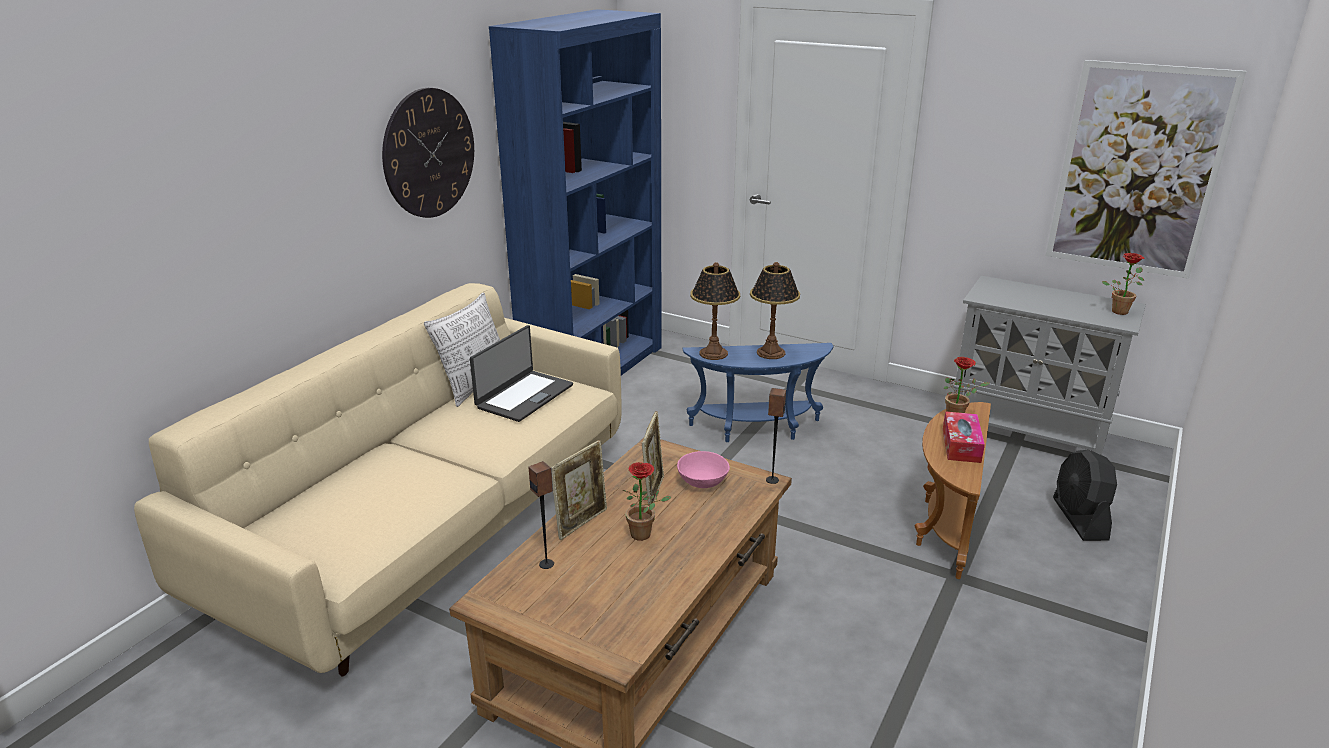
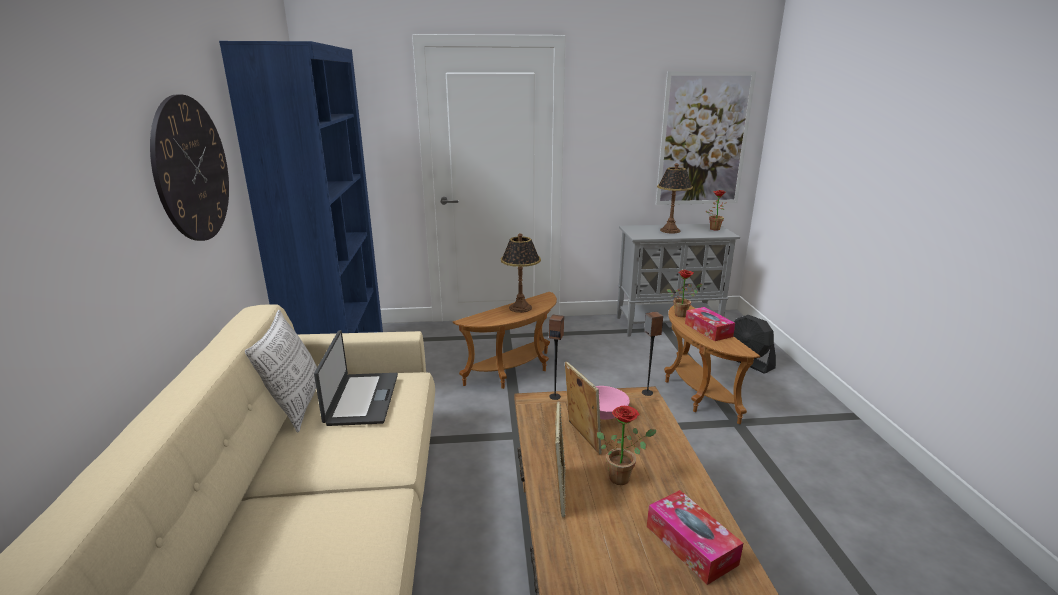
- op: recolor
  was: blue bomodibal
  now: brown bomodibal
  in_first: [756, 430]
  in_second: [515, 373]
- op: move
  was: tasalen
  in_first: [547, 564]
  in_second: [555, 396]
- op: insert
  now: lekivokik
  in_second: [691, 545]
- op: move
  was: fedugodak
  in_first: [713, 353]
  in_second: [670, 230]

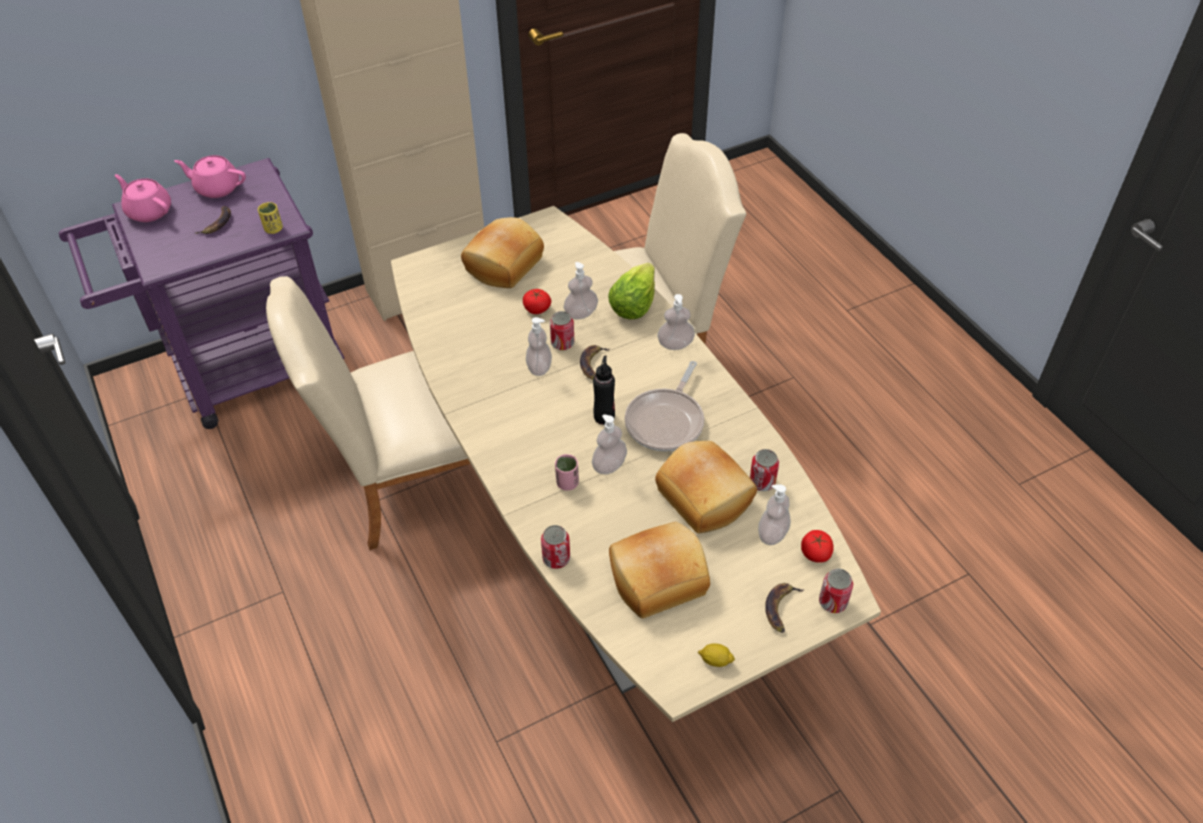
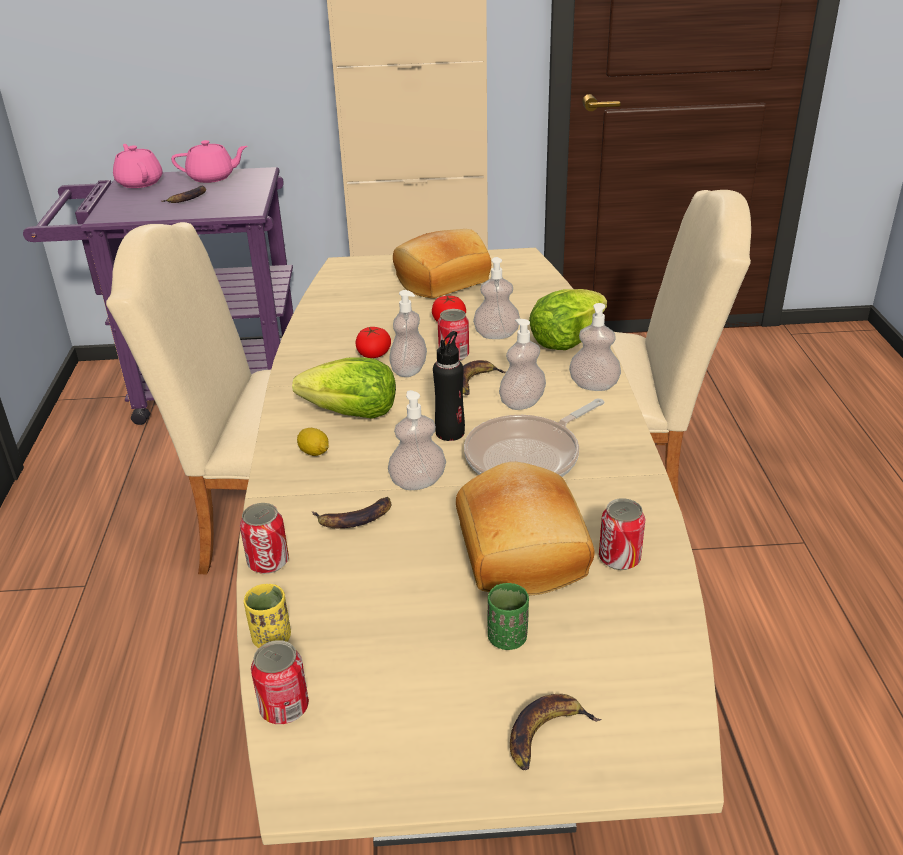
- op: rotate
  was: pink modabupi
  in_first: [217, 188]
  in_second: [212, 177]
  clockwise: 135
- op: move
  was: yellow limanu
  in_first: [273, 229]
  in_second: [271, 638]
- op: move
  was: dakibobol
  in_first: [832, 602]
  in_second: [284, 707]
- op: insert
  now: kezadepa
  in_second: [352, 414]
- op: move
  was: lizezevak
  in_first: [715, 660]
  in_second: [314, 452]
- op: insert
  now: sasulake
  in_second: [354, 518]
- op: move
  was: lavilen
  in_first: [815, 553]
  in_second: [373, 354]
- op: insert
  now: green limanu
  in_second: [507, 638]
- op: move
  was: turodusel
  in_first: [772, 534]
  in_second: [522, 403]
- op: delete
  was: pink limanu
  in_first: [567, 483]
- op: delete
  was: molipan
  in_first: [657, 577]

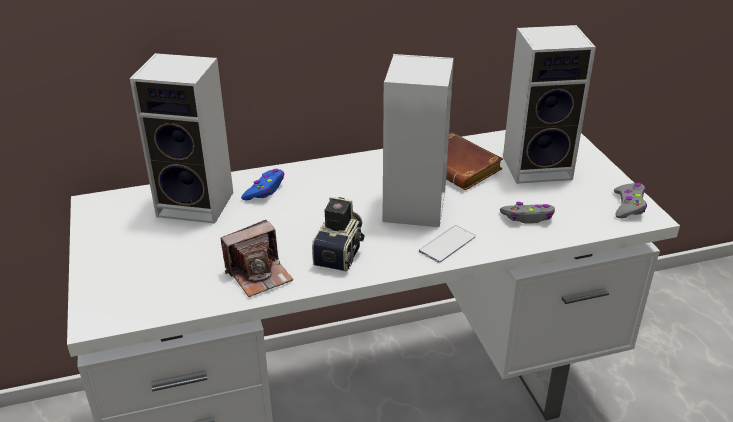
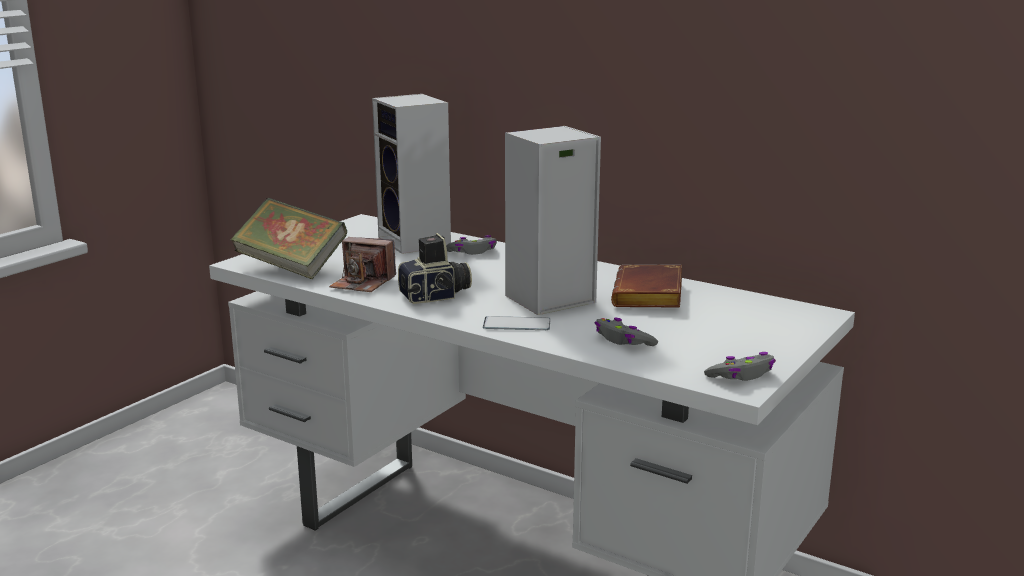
- op: insert
  now: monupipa
  in_second: [291, 267]
- op: recolor
  was: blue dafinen
  now: grey dafinen
  in_first: [265, 190]
  in_second: [473, 252]
- op: delete
  was: tasalen
  in_first: [539, 167]

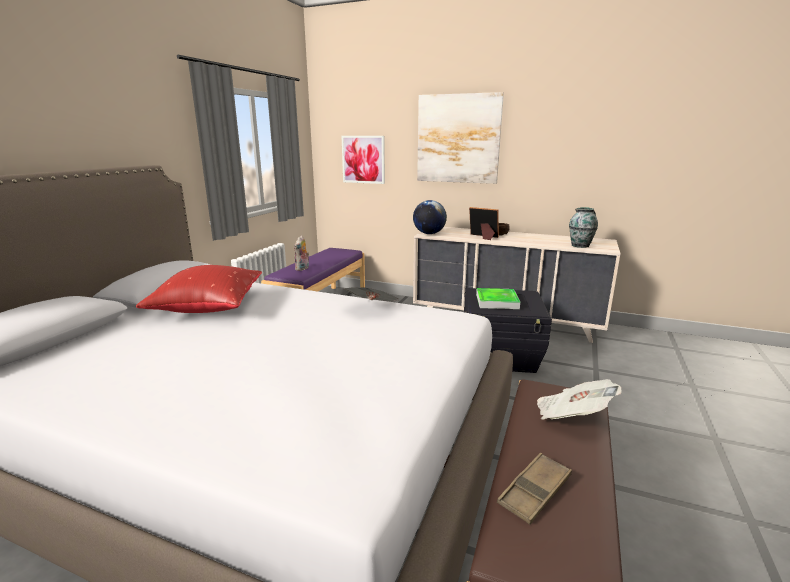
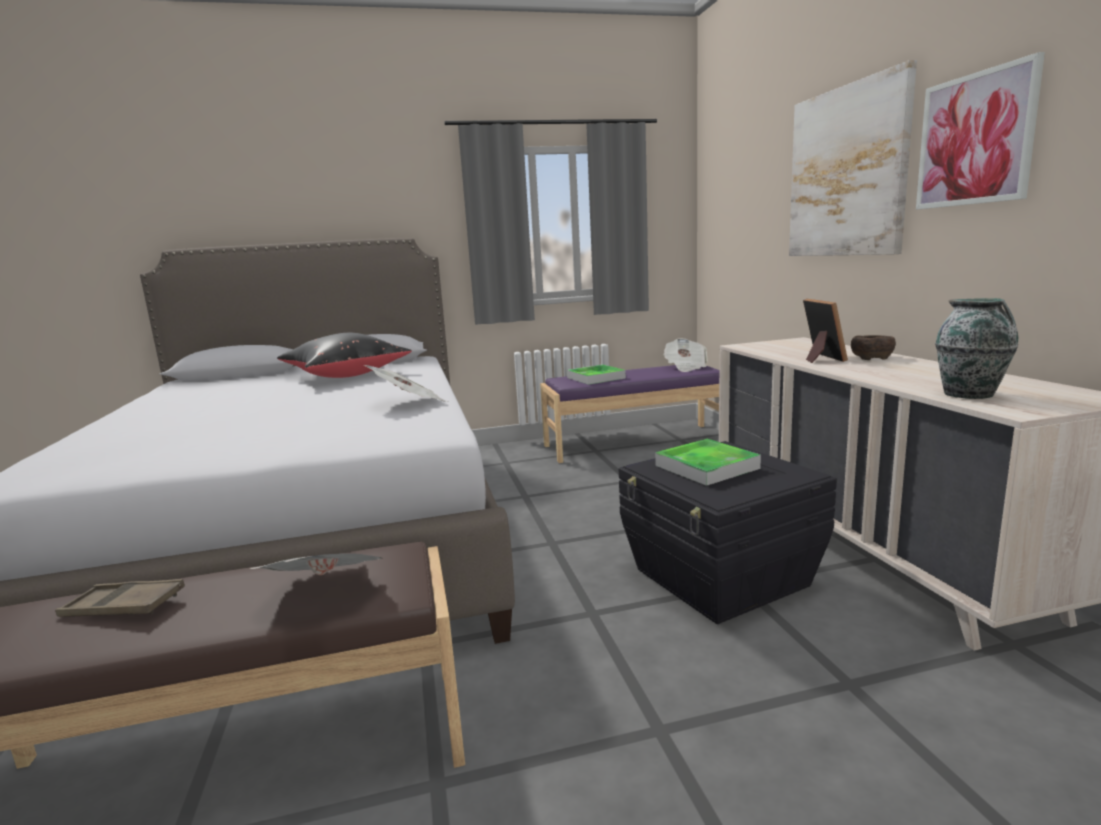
- op: recolor
  was: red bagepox
  now: black bagepox
  in_first: [207, 307]
  in_second: [345, 376]
- op: replace
  was: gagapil
  now: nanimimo
  in_first: [302, 268]
  in_second: [596, 378]
- op: insert
  now: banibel
  in_second: [685, 367]
- op: move
  was: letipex
  in_first: [363, 159]
  in_second: [975, 139]
- op: delete
  was: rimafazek
  in_first: [429, 234]

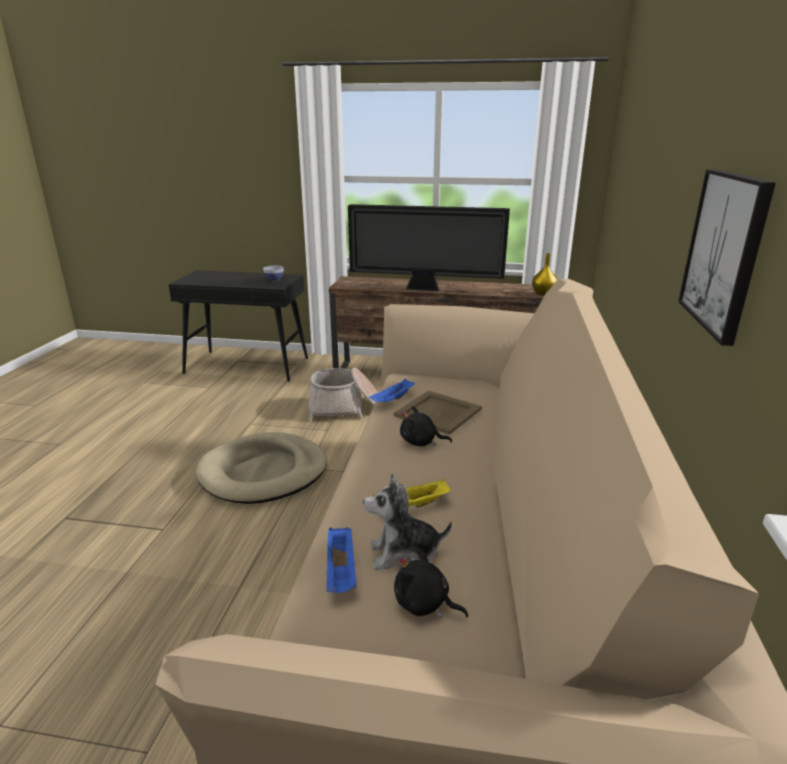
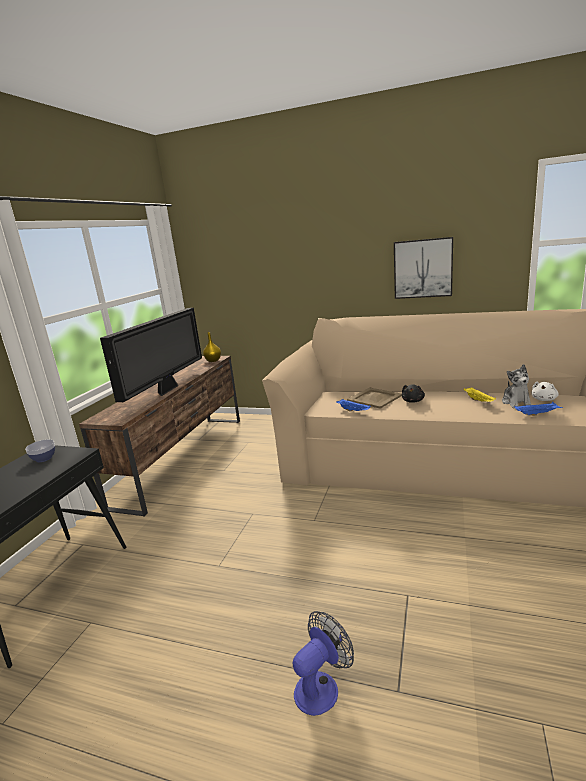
- op: insert
  now: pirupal
  in_second: [322, 686]
- op: recolor
  was: black gagapil
  now: white gagapil
  in_first: [424, 604]
  in_second: [544, 399]
- op: delete
  was: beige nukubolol
  in_first: [263, 472]
- op: delete
  was: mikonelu
  in_first: [345, 408]

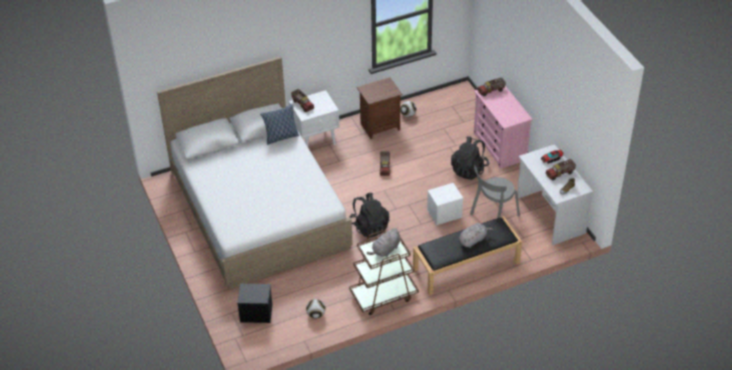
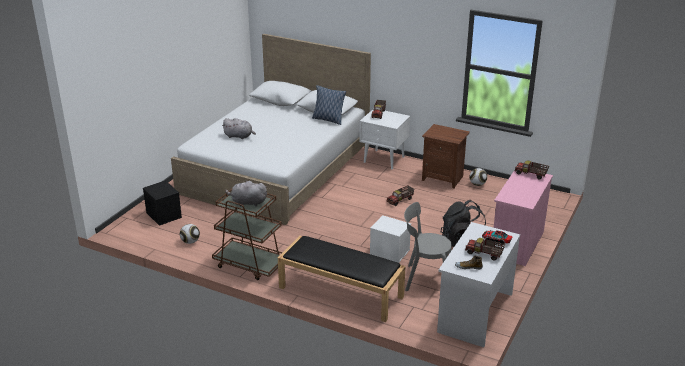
- op: move
  was: grey gagapil
  in_first: [473, 240]
  in_second: [239, 136]
- op: delete
  was: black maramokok
  in_first: [369, 227]

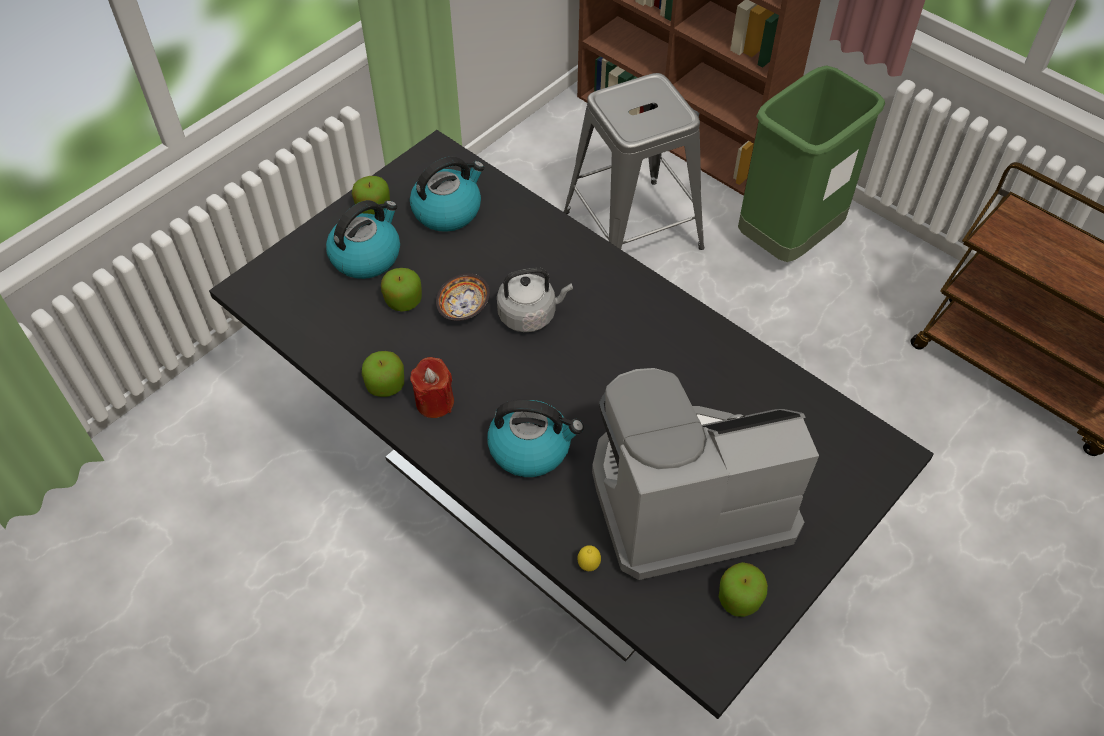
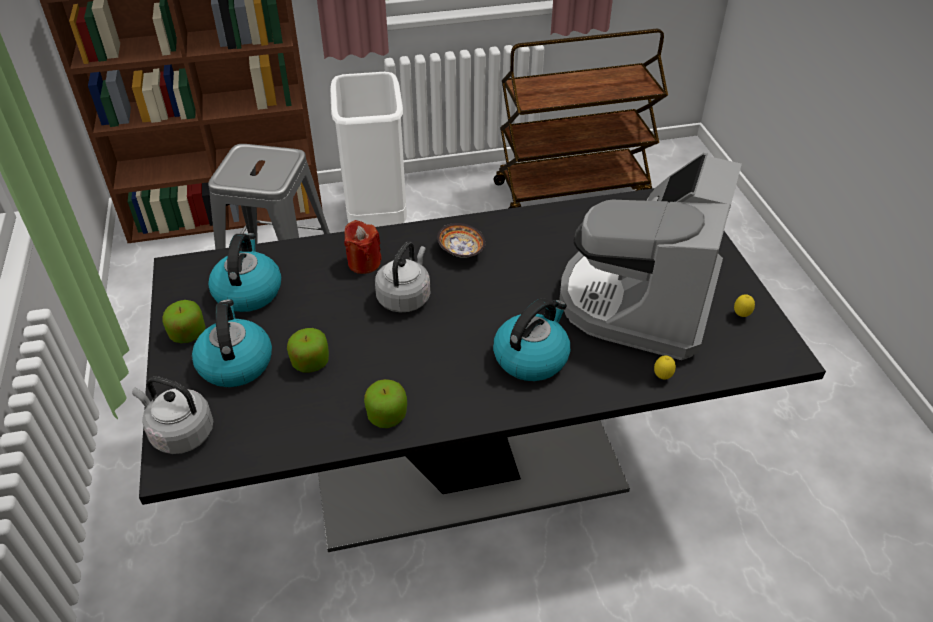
- op: insert
  now: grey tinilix
  in_second: [180, 433]
- op: recolor
  was: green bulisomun
  now: white bulisomun
  in_first: [787, 239]
  in_second: [377, 219]
- op: move
  was: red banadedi
  in_first: [434, 402]
  in_second: [364, 263]
- op: move
  was: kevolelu
  in_first: [465, 307]
  in_second: [461, 250]
- op: replace
  was: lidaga
  now: lizezevak
  in_first: [739, 598]
  in_second: [741, 315]

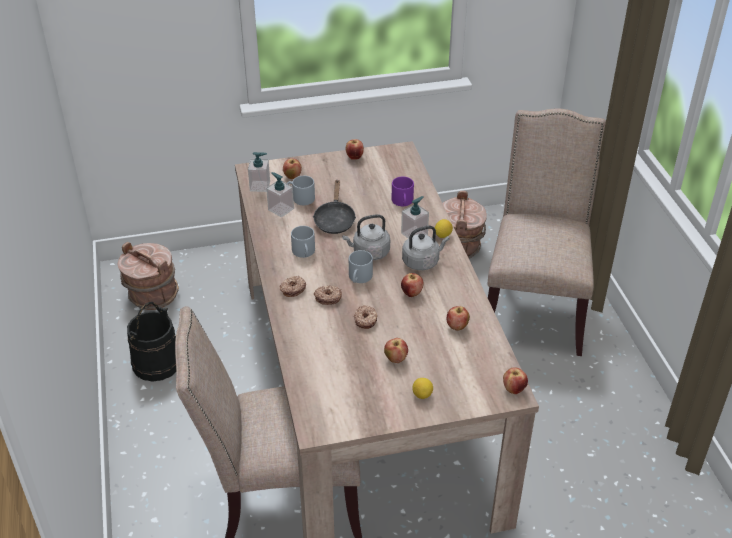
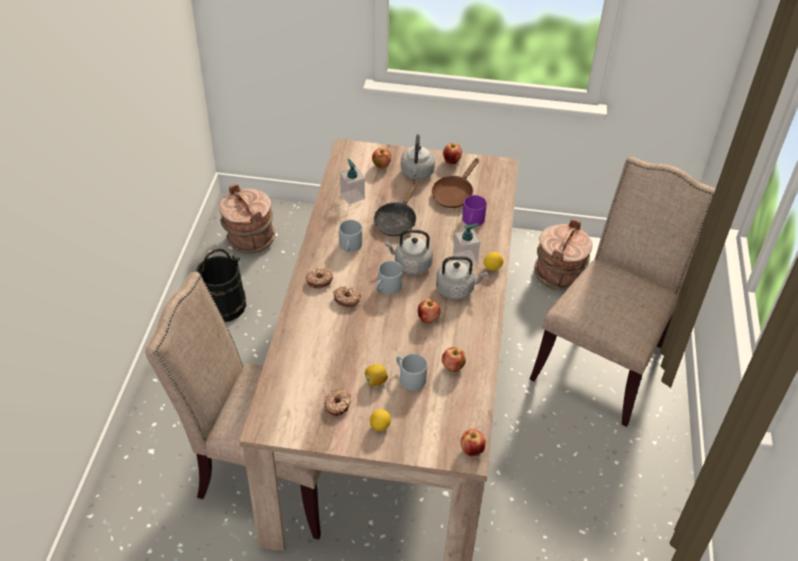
- op: move
  was: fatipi
  in_first: [366, 320]
  in_second: [338, 405]
- op: replace
  was: lidaga
  now: lizezevak
  in_first: [395, 359]
  in_second: [375, 381]
- op: move
  was: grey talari
  in_first: [300, 198]
  in_second: [409, 377]
- op: insert
  now: grey tinilix
  in_second: [417, 173]
- op: insert
  now: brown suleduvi
  in_second: [454, 194]
- op: delete
  was: turodusel
  in_first: [260, 186]

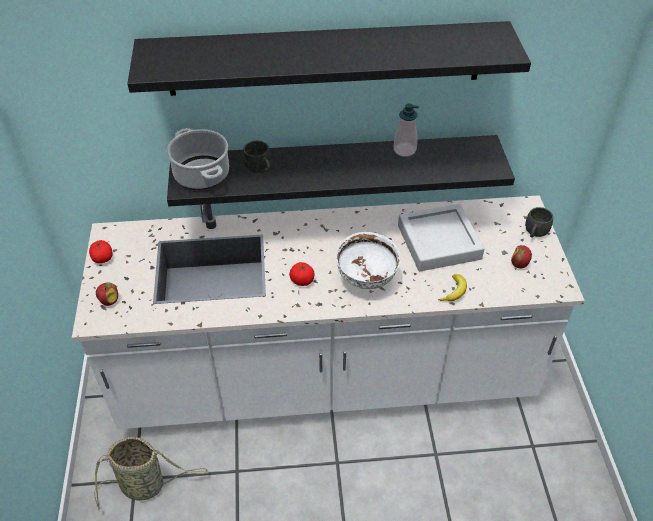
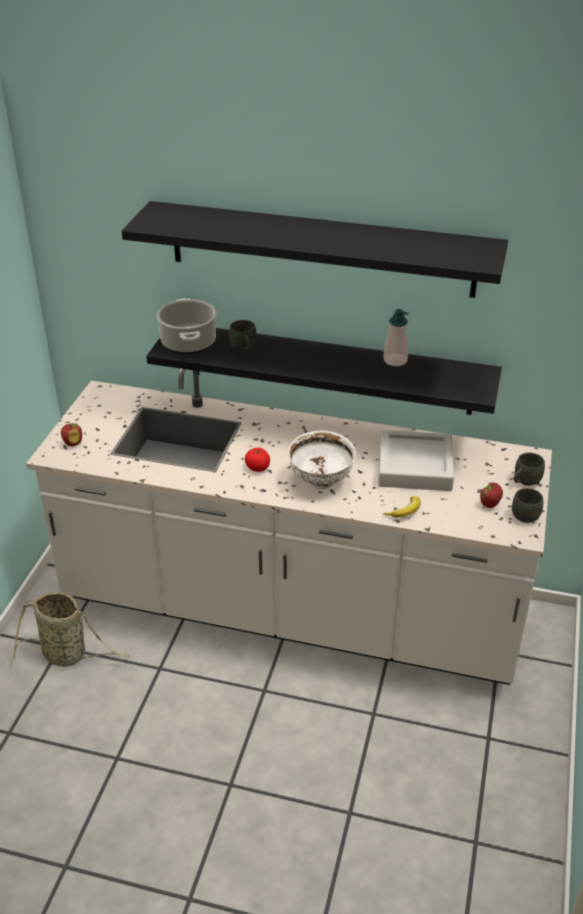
- op: insert
  now: grey talari
  in_second: [525, 514]
- op: delete
  was: lavilen
  in_first: [102, 258]

